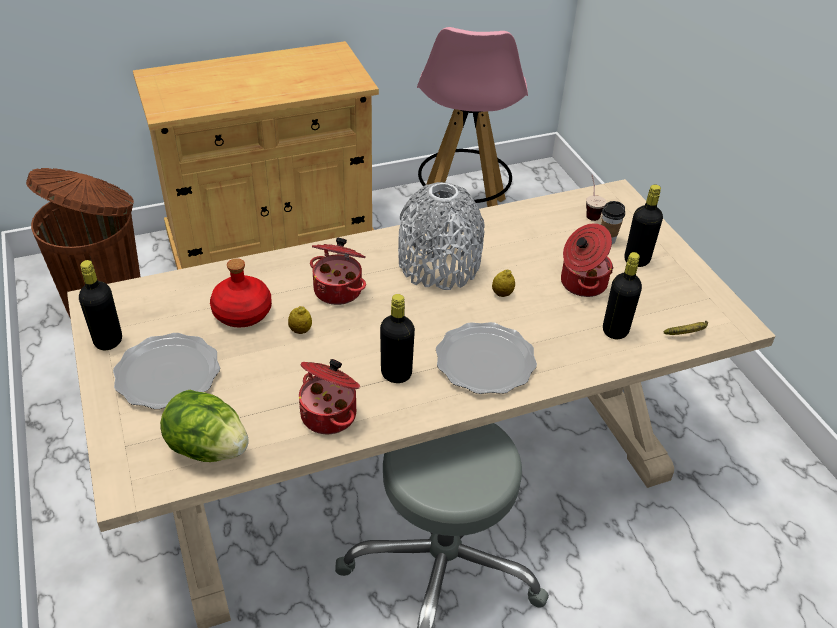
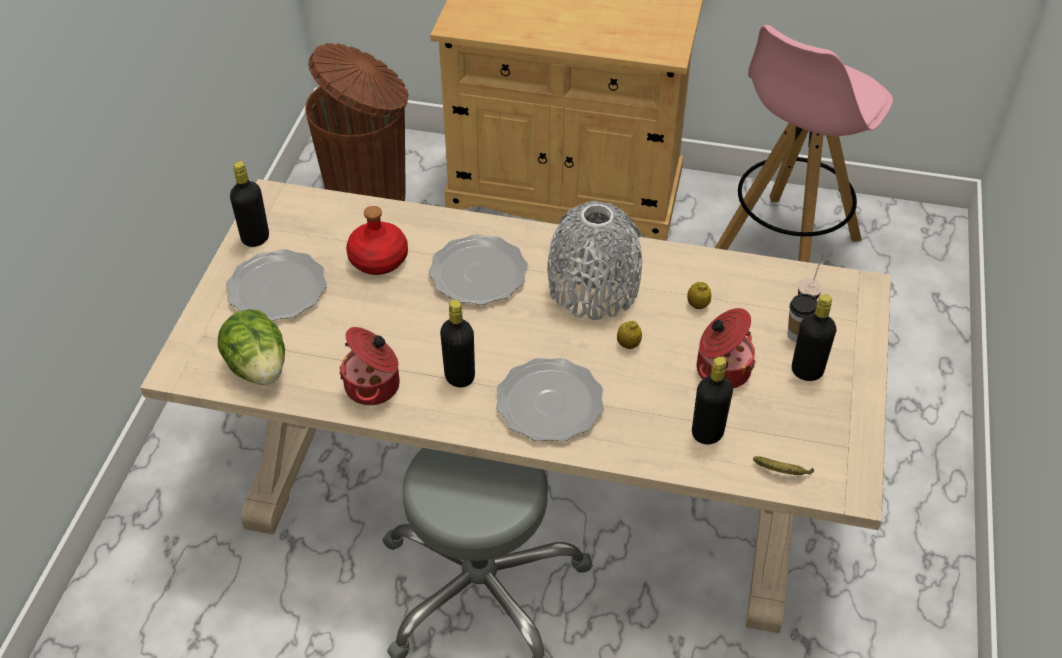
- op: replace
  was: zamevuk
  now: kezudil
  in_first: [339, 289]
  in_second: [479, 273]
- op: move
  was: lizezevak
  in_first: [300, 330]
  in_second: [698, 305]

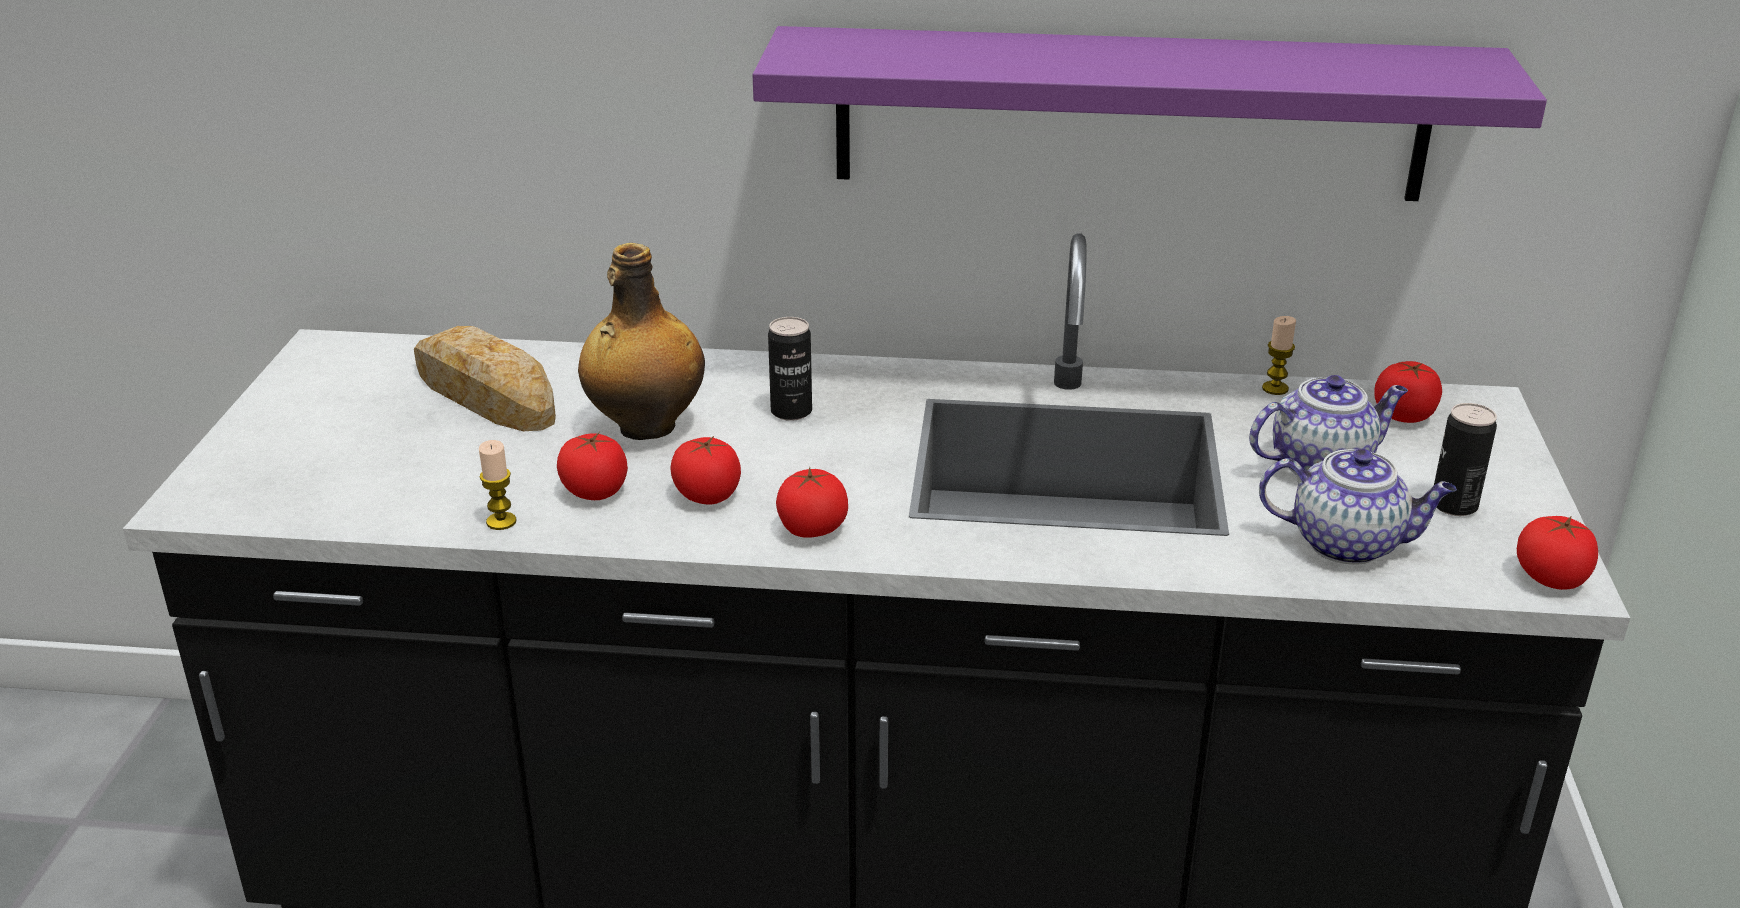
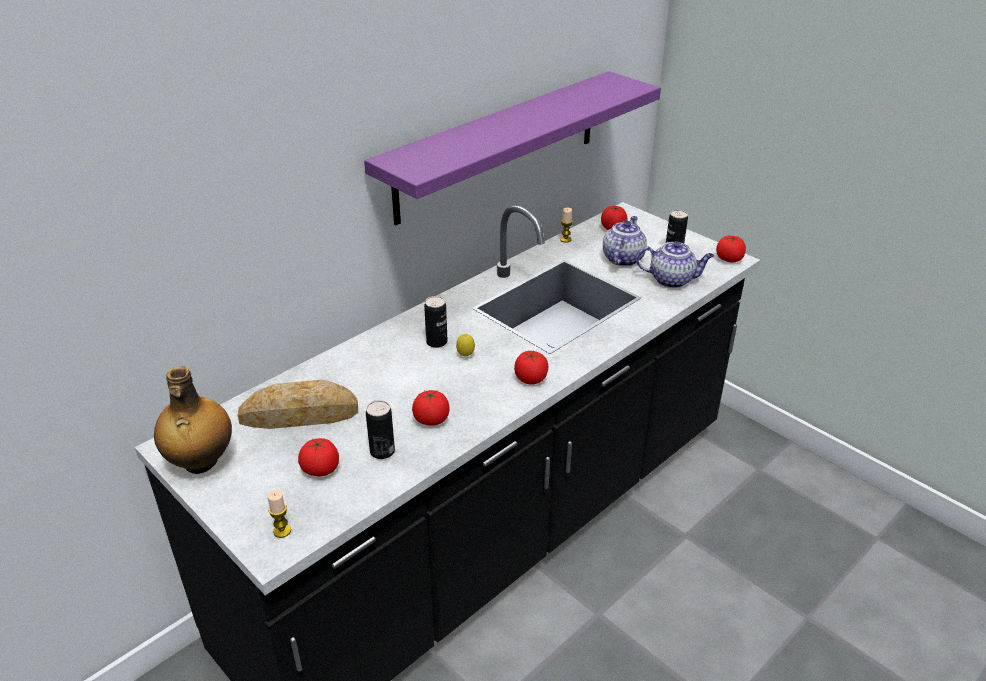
- op: move
  was: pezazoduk
  in_first: [645, 427]
  in_second: [200, 463]
- op: move
  was: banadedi
  in_first: [501, 521]
  in_second: [282, 531]
- op: move
  was: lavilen
  in_first: [707, 495]
  in_second: [320, 469]
- op: insert
  now: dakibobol
  in_second: [382, 451]
- op: insert
  now: lizezevak
  in_second: [465, 356]
- op: rotate
  was: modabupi
  in_first: [1348, 544]
  in_second: [672, 280]
  clockwise: 45

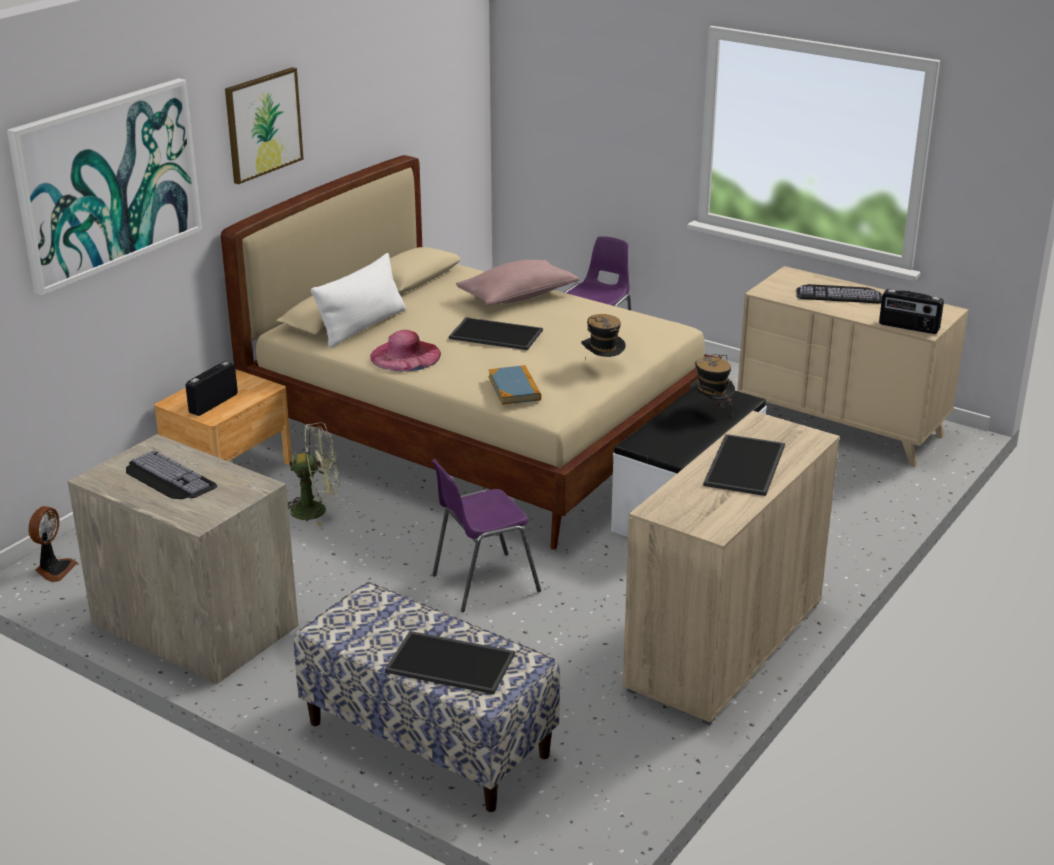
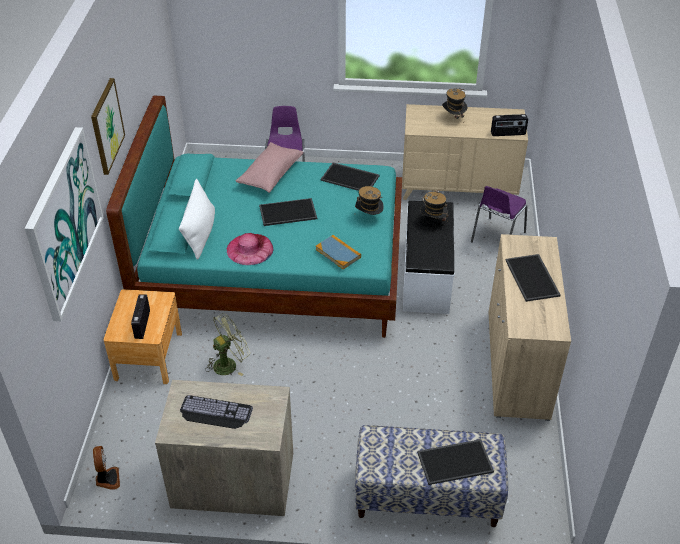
- op: recolor
  was: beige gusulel
  now: turquoise gusulel
  in_first: [479, 434]
  in_second: [274, 267]
- op: insert
  now: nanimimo
  in_second: [351, 178]
- op: replace
  was: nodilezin
  now: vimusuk
  in_first: [839, 294]
  in_second: [453, 118]
- op: move
  was: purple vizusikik
  in_first: [482, 583]
  in_second: [496, 237]

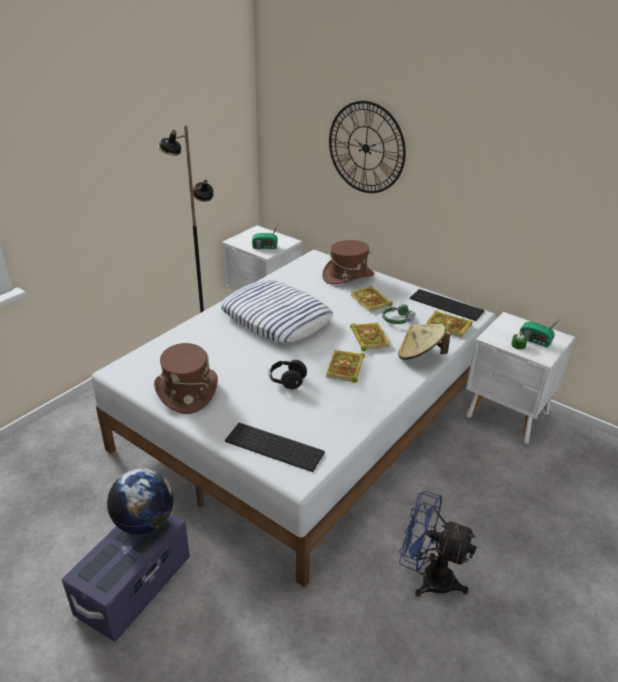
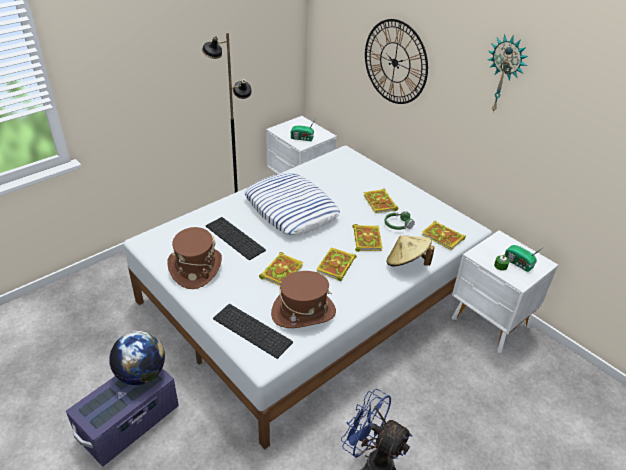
- op: move
  was: nodilezin
  in_first: [447, 304]
  in_second: [236, 238]
- op: replace
  was: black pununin
  now: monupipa
  in_first: [287, 381]
  in_second: [282, 271]
- op: move
  was: brown vimusuk
  in_first: [348, 276]
  in_second: [303, 312]
- op: insert
  now: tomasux
  in_second: [504, 74]

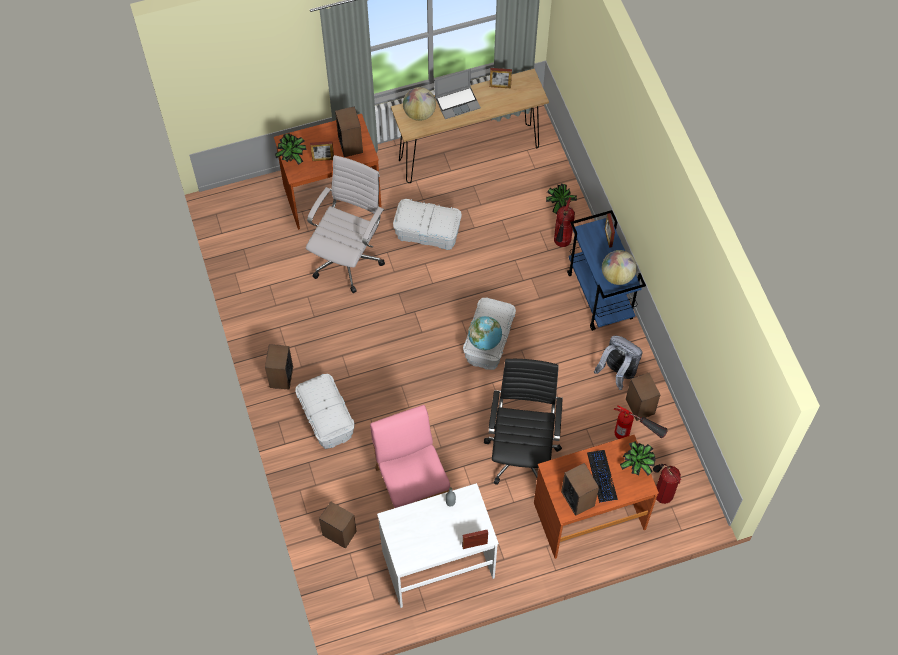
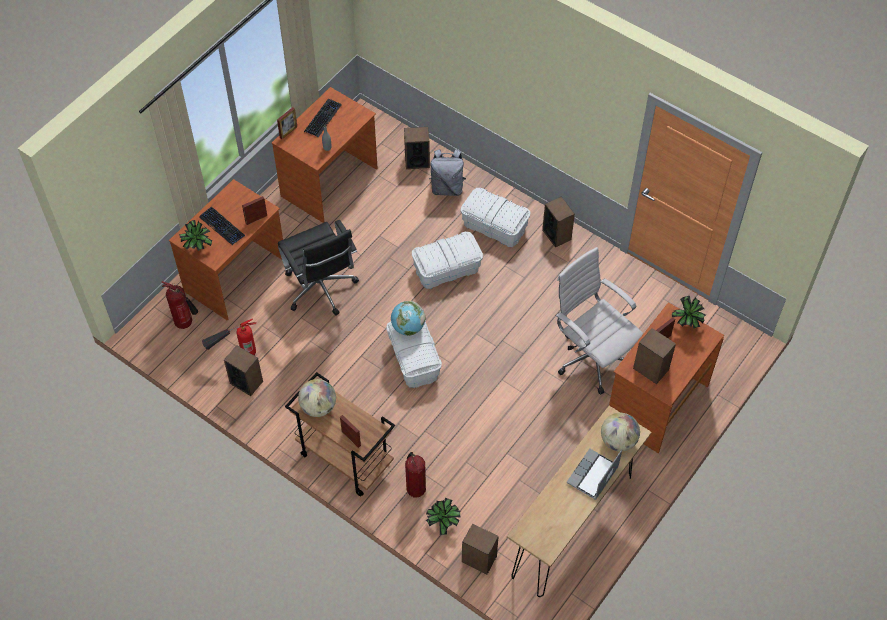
- op: move
  was: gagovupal
  in_first: [500, 86]
  in_second: [256, 219]
- op: recolor
  was: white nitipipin
  now: brown nitipipin
  in_first: [438, 562]
  in_second: [330, 183]
- op: recolor
  was: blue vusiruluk
  now: brown vusiruluk
  in_first: [600, 296]
  in_second: [344, 459]
- op: insert
  now: nodilezin
  in_second: [323, 118]
- op: move
  was: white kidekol
  in_first: [427, 232]
  in_second: [447, 269]
- op: move
  was: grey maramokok
  in_first: [617, 373]
  in_second: [447, 188]
- op: move
  was: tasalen
  in_first: [578, 498]
  in_second: [479, 559]
- op: rotate
  was: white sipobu
  in_first: [349, 258]
  in_second: [591, 357]
  clockwise: 150
- op: delete
  was: pink vizusikik
  in_first: [412, 484]

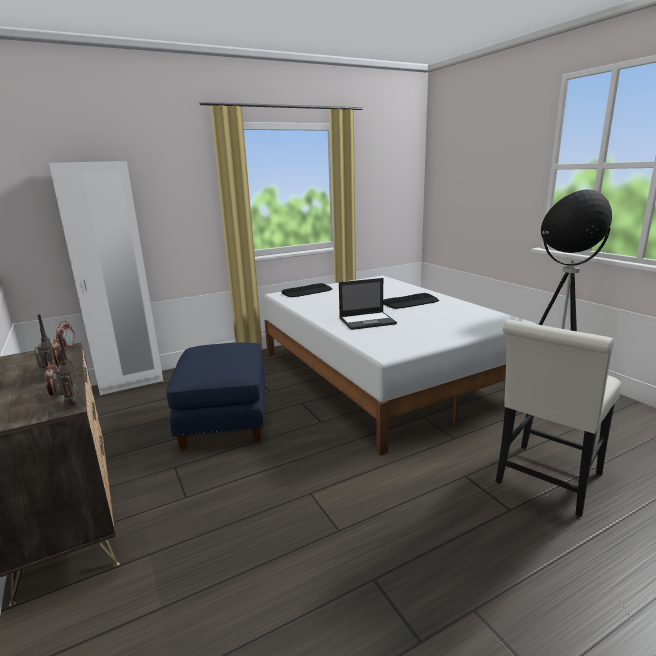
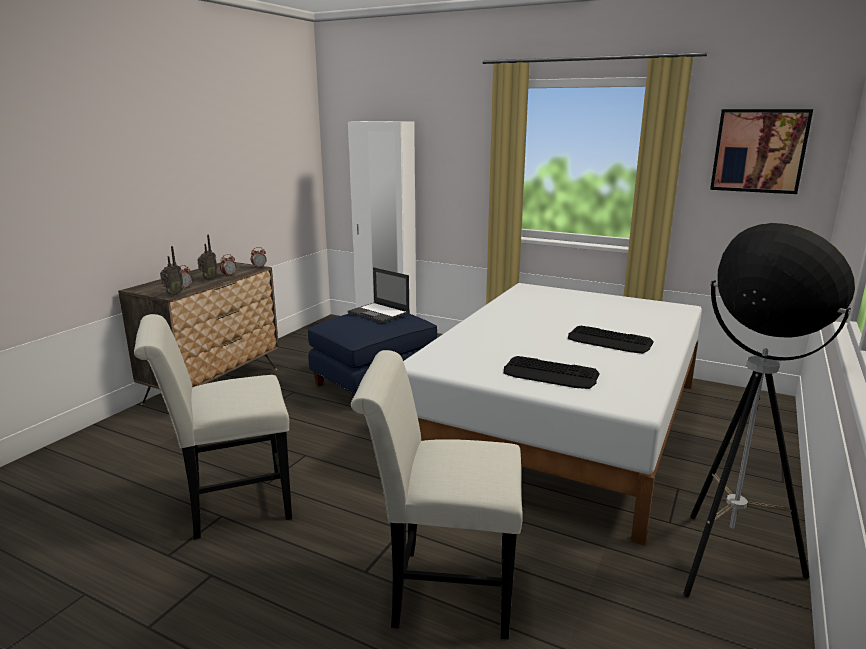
- op: insert
  now: white vizusikik
  in_second: [230, 505]
- op: move
  was: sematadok
  in_first: [368, 321]
  in_second: [379, 313]
- op: move
  was: nodilezin
  in_first: [307, 291]
  in_second: [550, 374]
- op: insert
  now: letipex
  in_second: [759, 151]

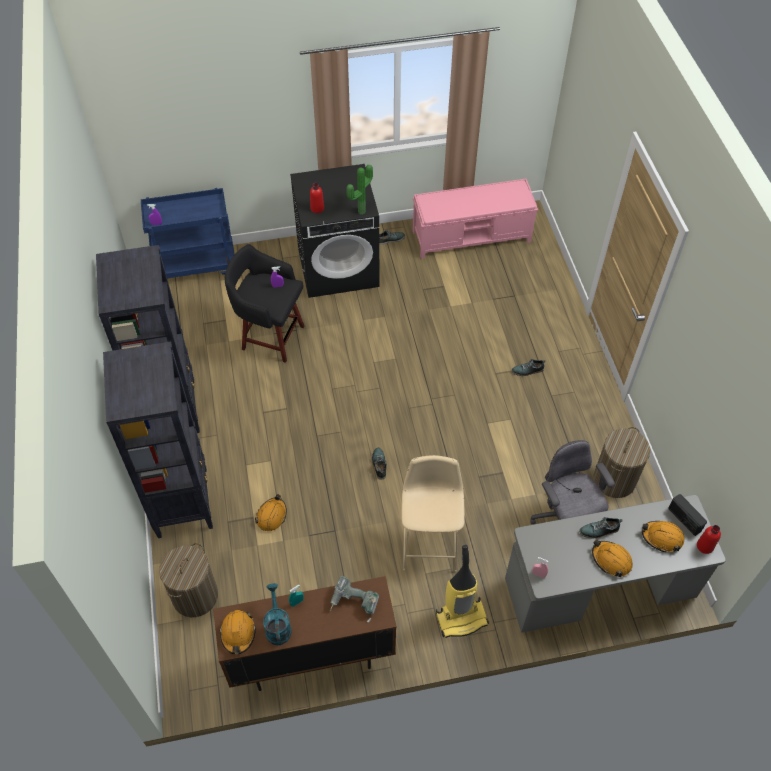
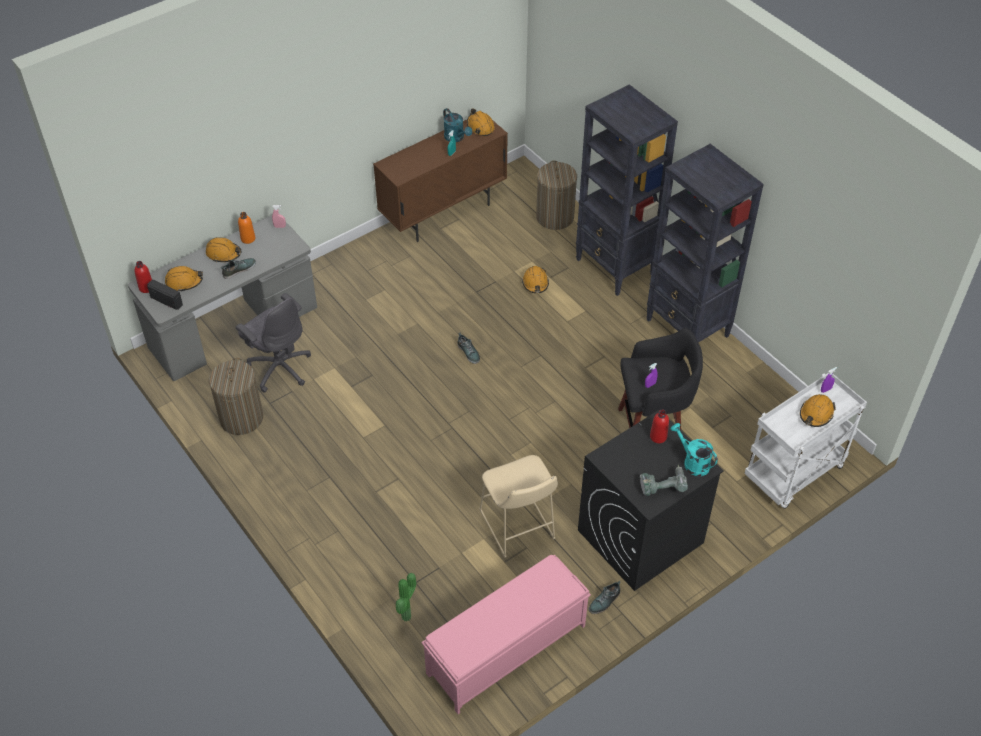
- op: insert
  now: orange pezazoduk
  in_second: [248, 239]
- op: move
  was: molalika
  in_first: [360, 211]
  in_second: [408, 617]
- op: move
  was: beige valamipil
  in_first: [430, 539]
  in_second: [518, 528]
- op: move
  was: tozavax
  in_first: [354, 603]
  in_second: [662, 485]
- op: insert
  now: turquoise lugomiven
  in_second: [692, 462]
- op: recolor
  was: blue vusiruluk
  now: white vusiruluk
  in_first: [197, 266]
  in_second: [793, 474]
- op: insert
  now: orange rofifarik
  in_second: [816, 414]
- op: delete
  was: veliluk
  in_first: [461, 618]
- op: delete
  was: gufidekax
  in_first: [527, 370]

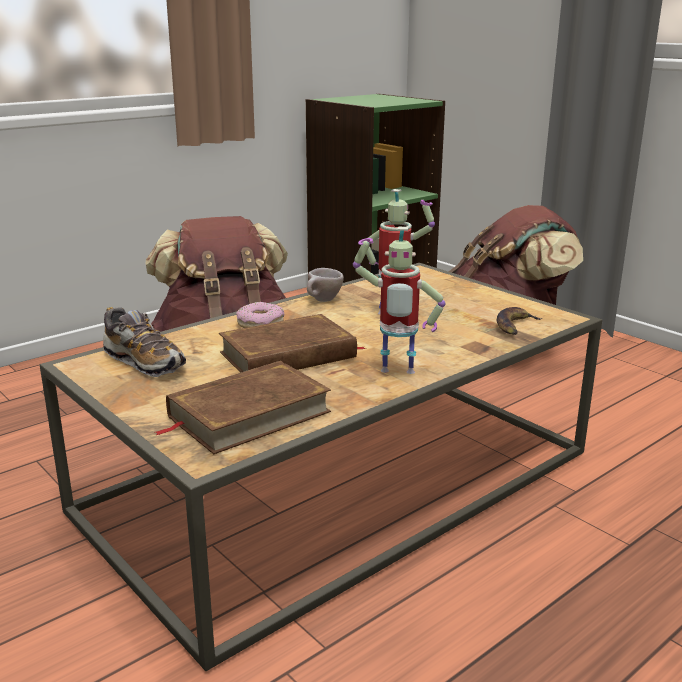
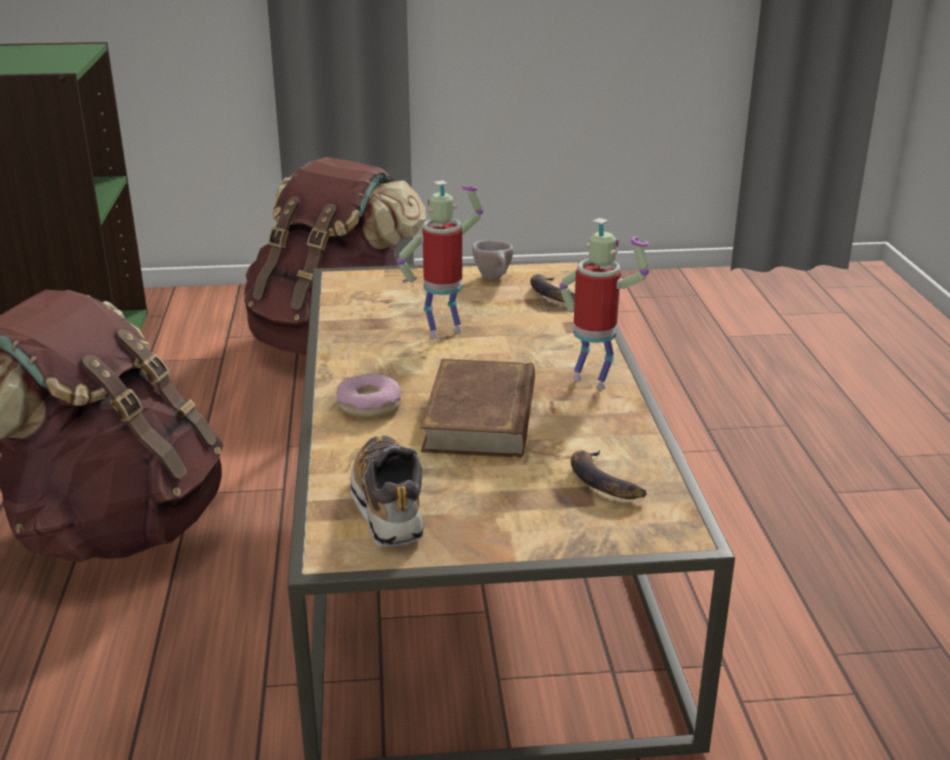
- op: rotate
  was: gufidekax
  in_first: [144, 362]
  in_second: [388, 506]
  clockwise: -90
- op: move
  was: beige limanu
  in_first: [322, 301]
  in_second: [495, 278]
- op: rotate
  was: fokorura
  in_first: [396, 373]
  in_second: [593, 381]
  clockwise: -90
- op: replace
  was: brown monupipa
  now: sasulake
  in_first: [248, 414]
  in_second: [604, 481]

